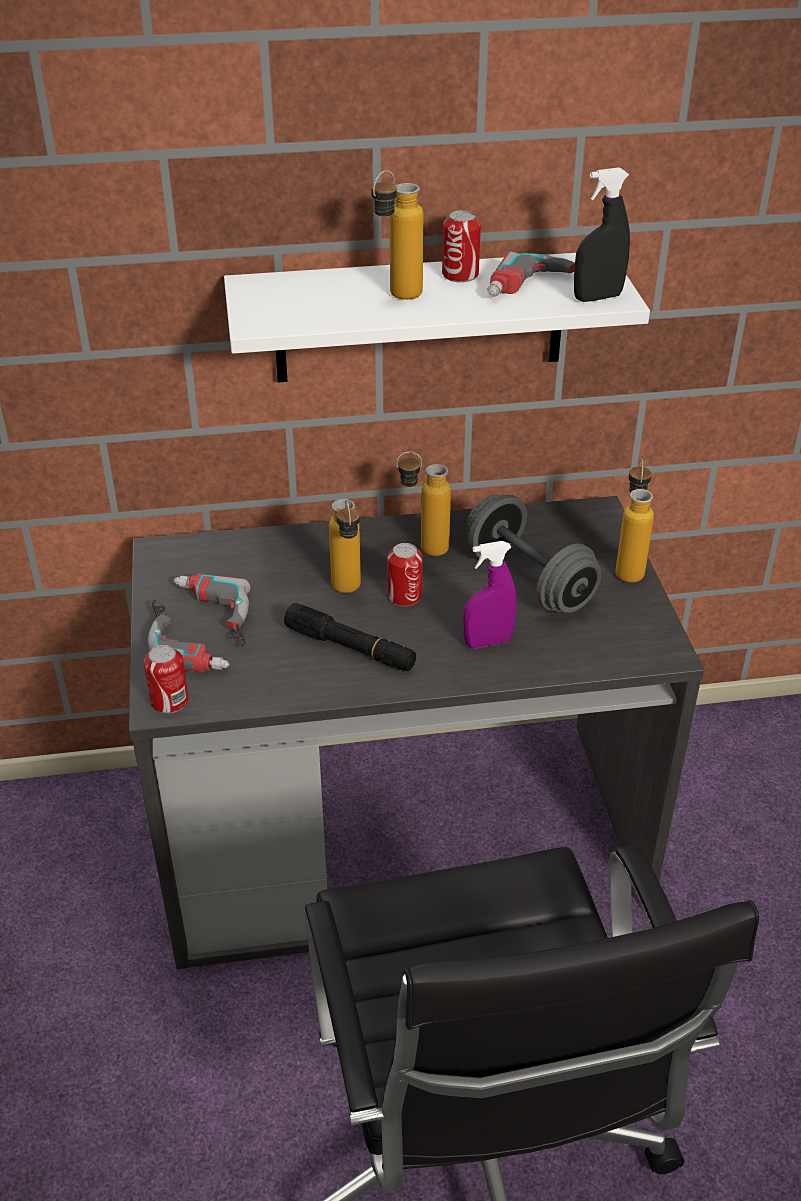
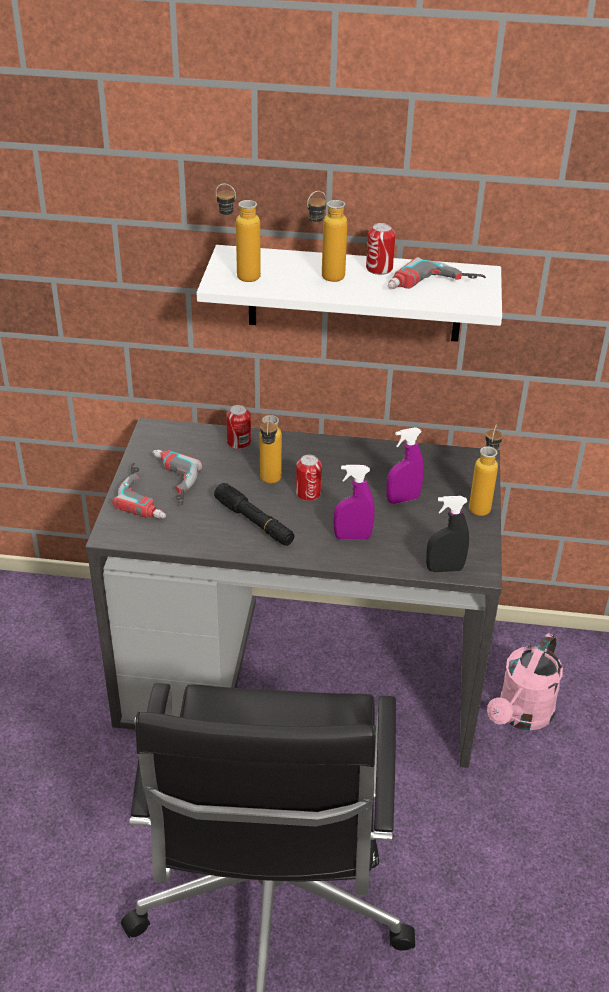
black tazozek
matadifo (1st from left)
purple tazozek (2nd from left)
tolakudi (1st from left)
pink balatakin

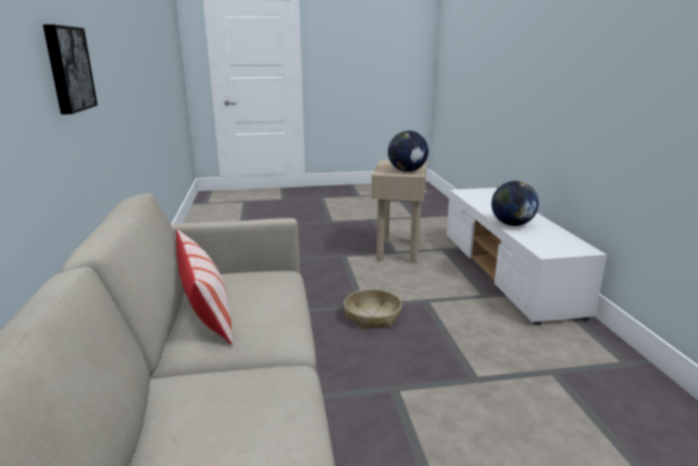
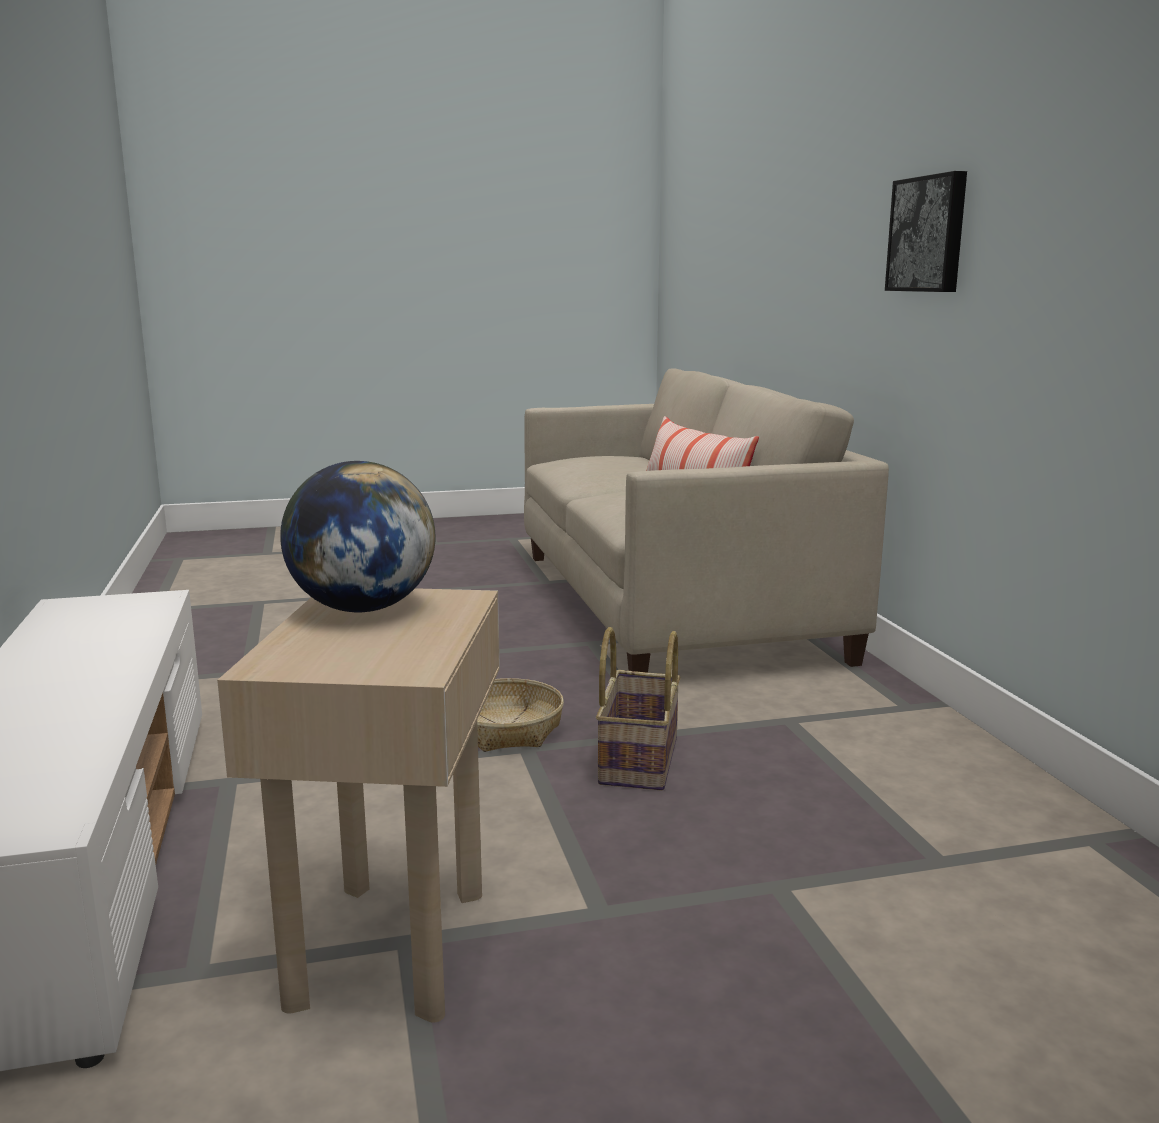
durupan (2nd from left in the first image)
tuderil (2nd from left)

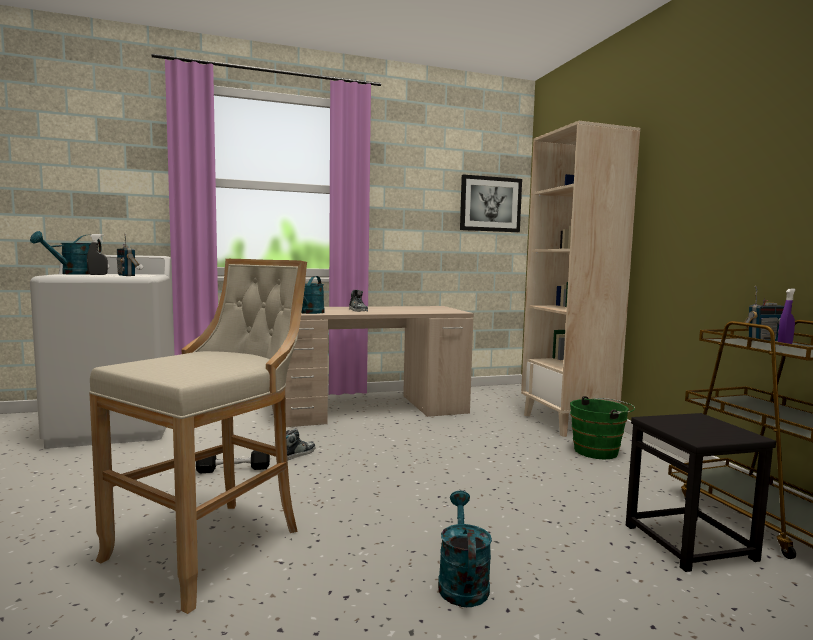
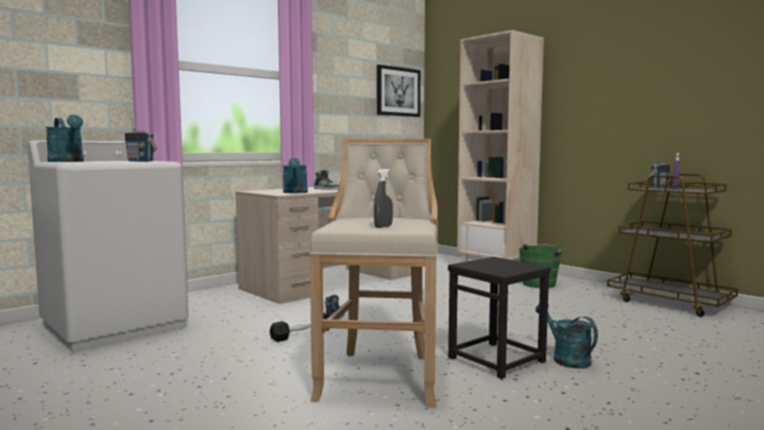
turquoise balatakin (1st from left)
grey tazozek
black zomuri

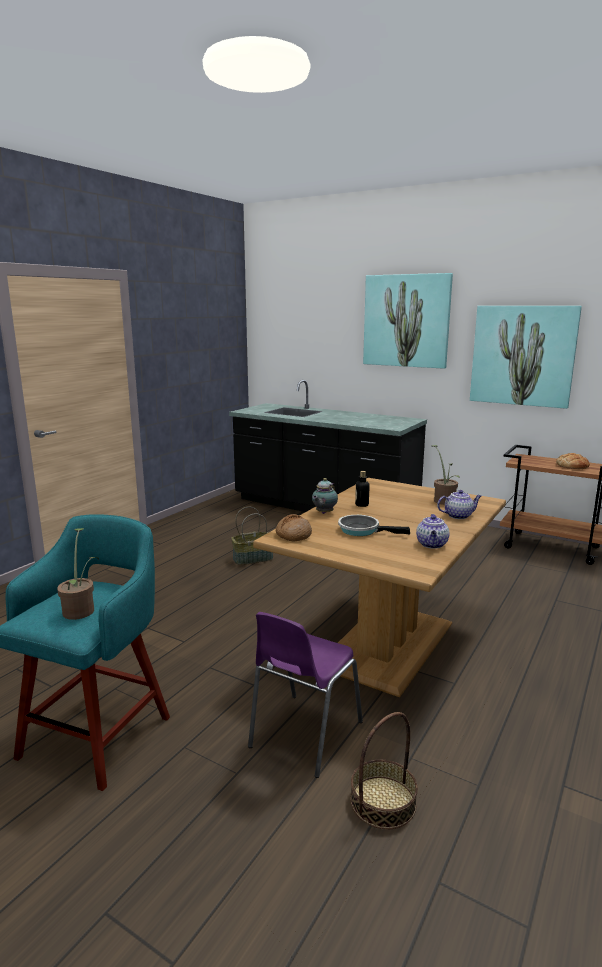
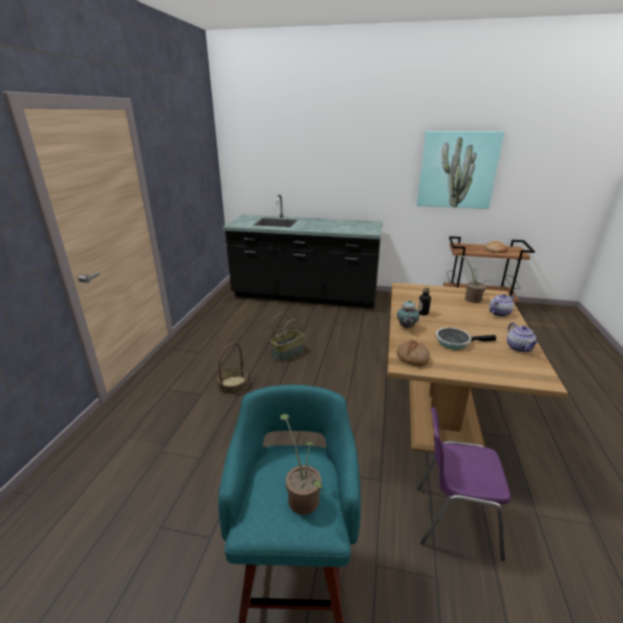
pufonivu (1st from left in the first image)
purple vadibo
tuderil (1st from left)

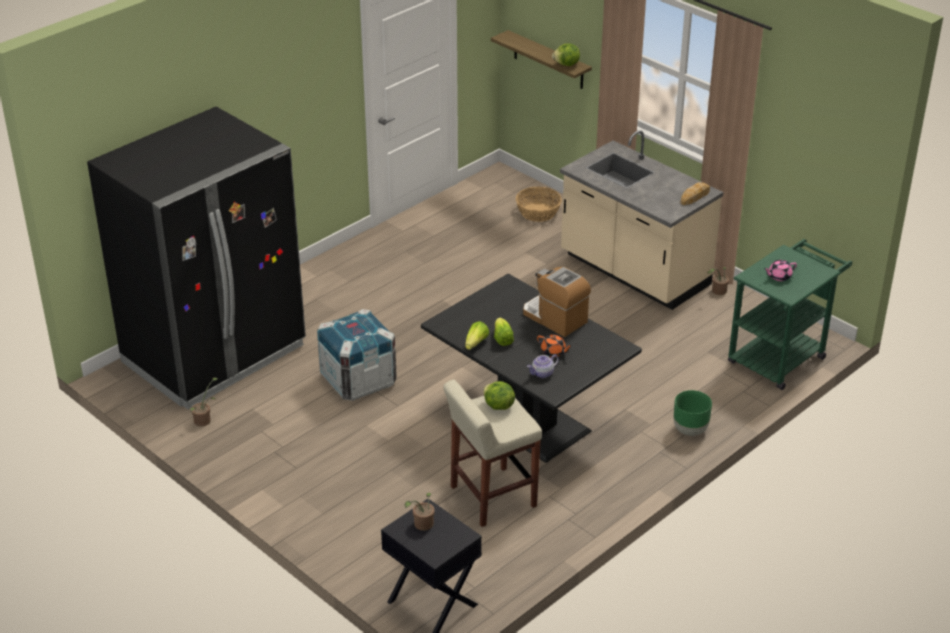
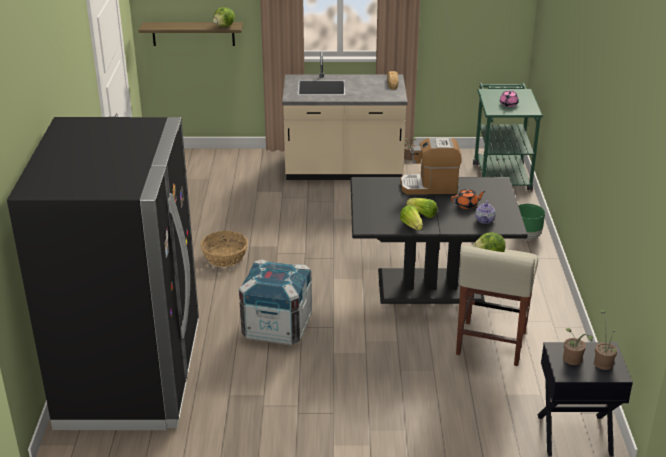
tuderil
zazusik (3rd from left)

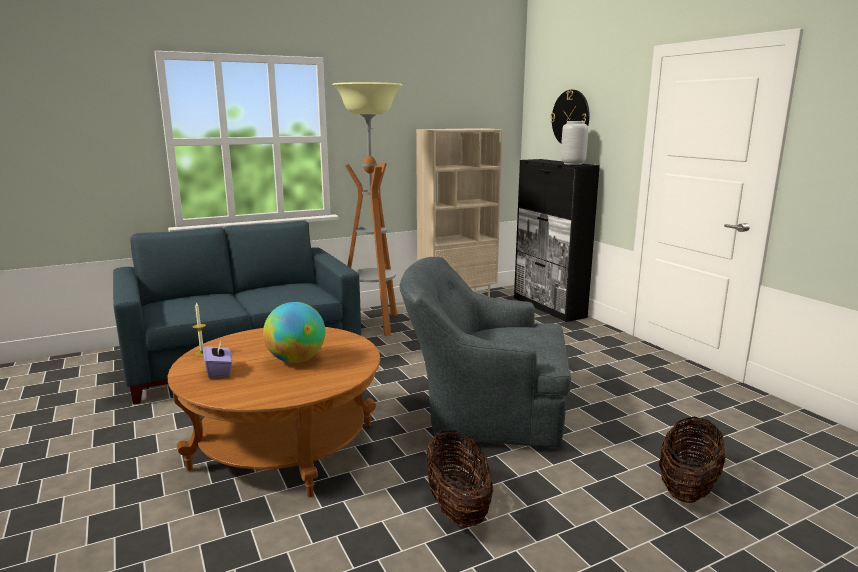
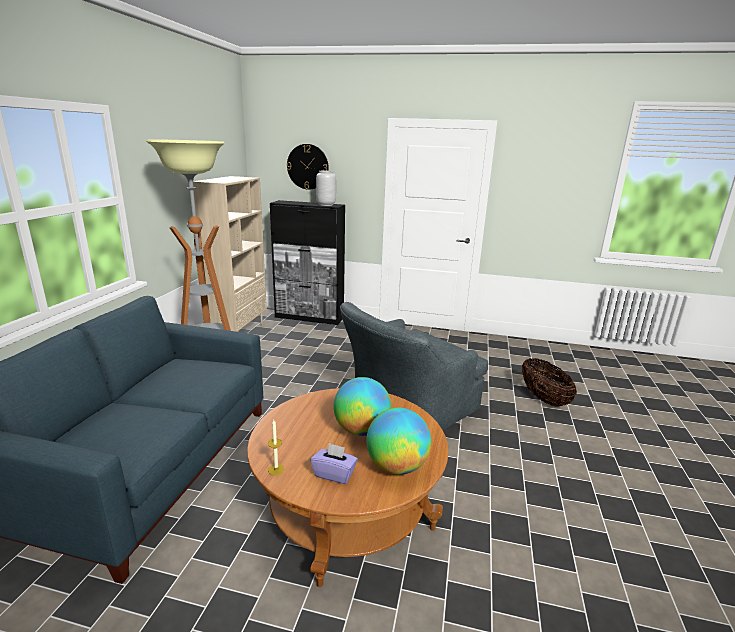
tuderil (1st from left in the first image)
durupan (2nd from left)

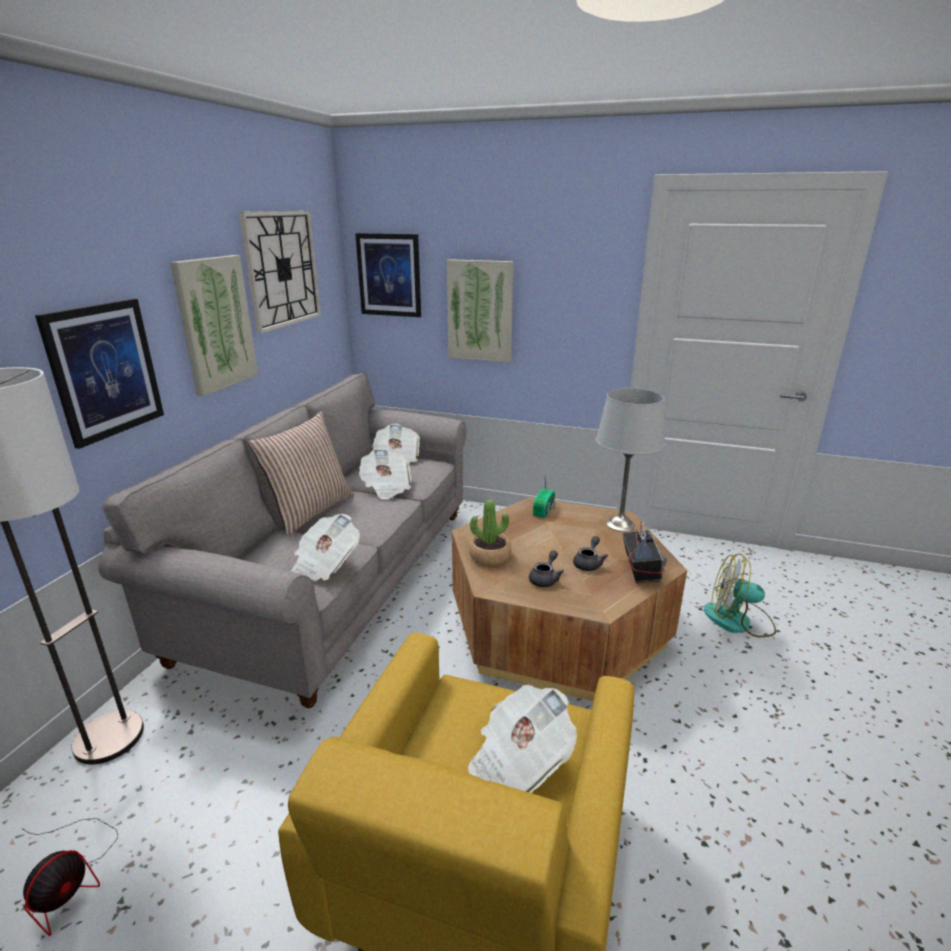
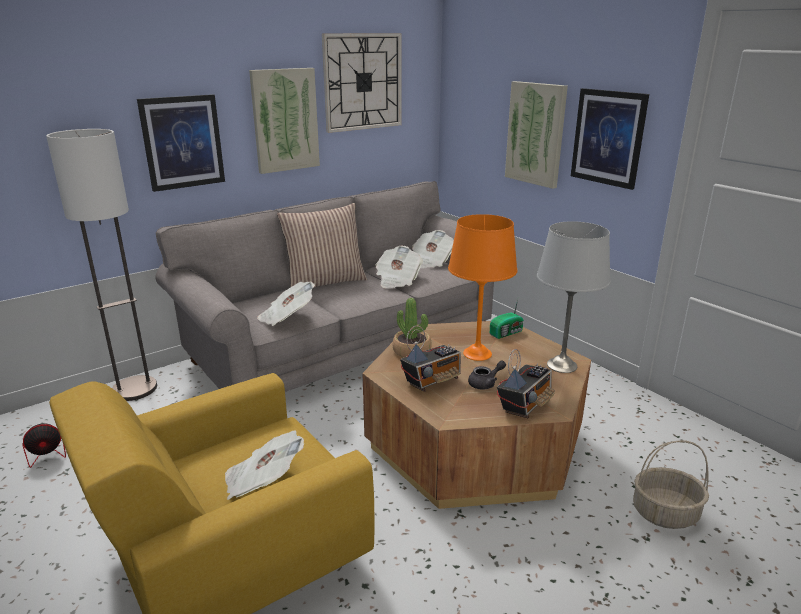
pufonivu (4th from left)
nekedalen (1st from left)
tuderil
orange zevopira

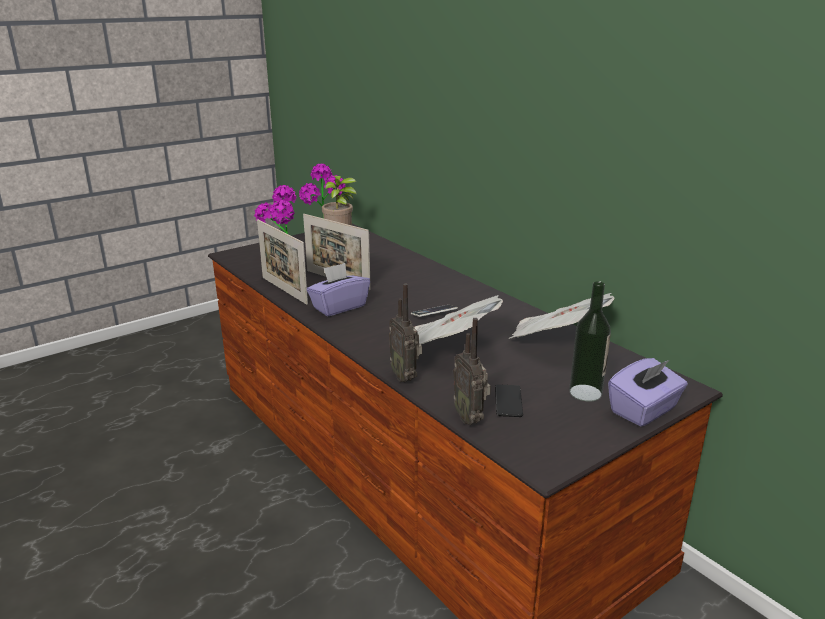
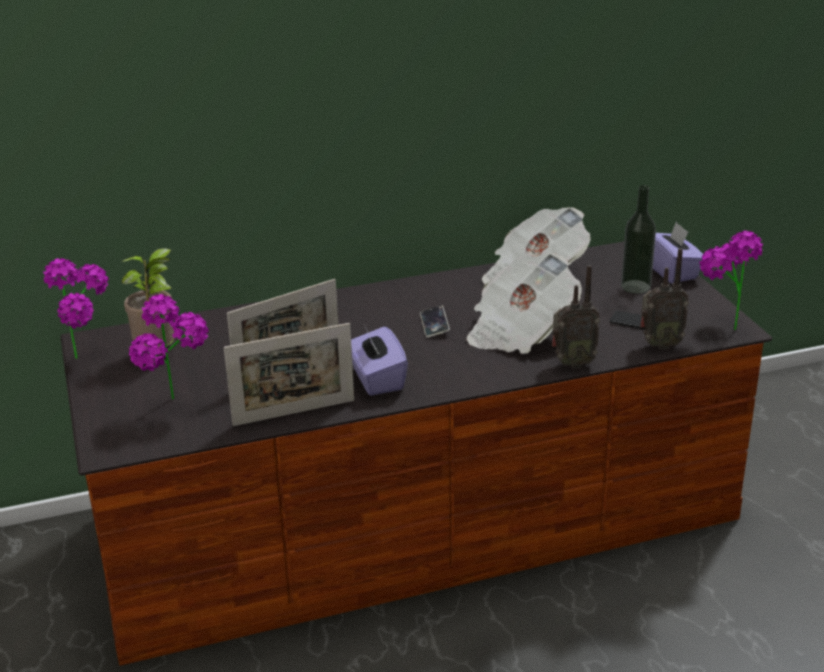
zazusik (4th from left)

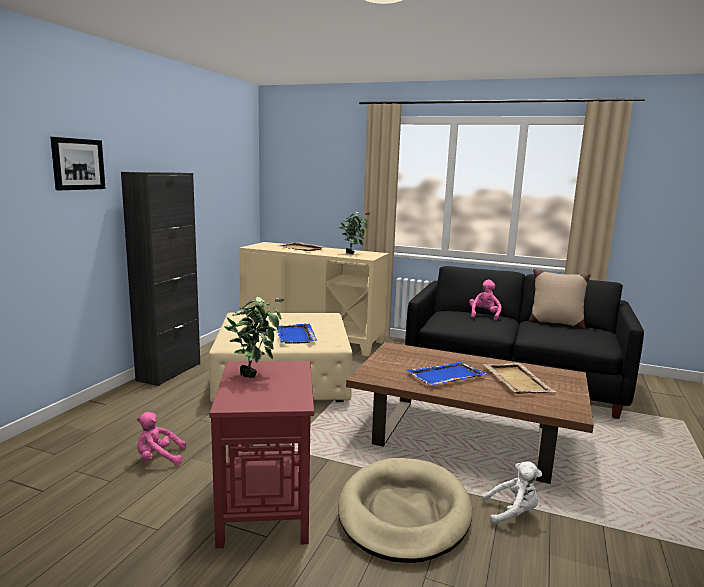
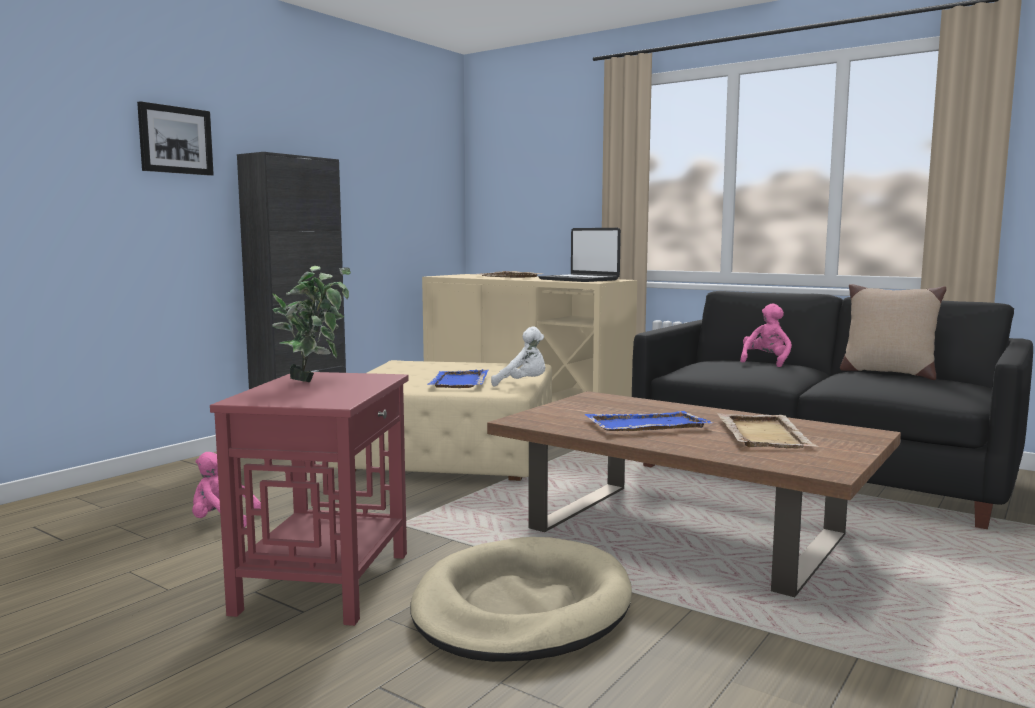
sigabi
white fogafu

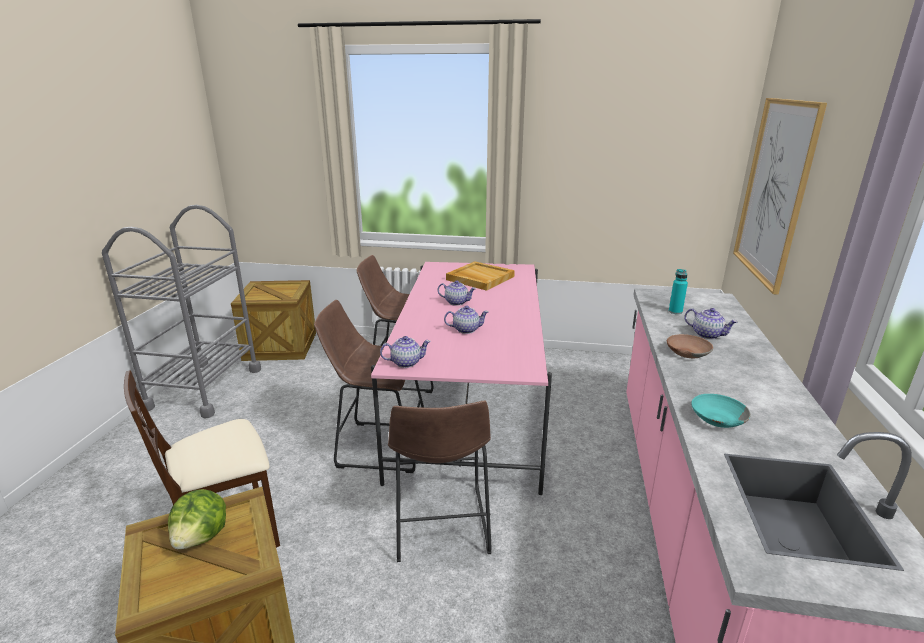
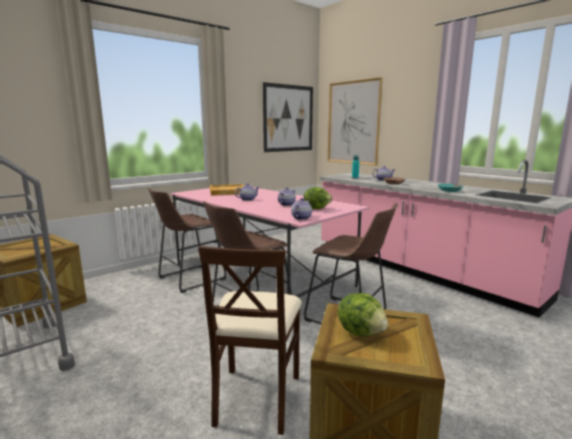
pufonivu (1st from left)
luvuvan (1st from left)

